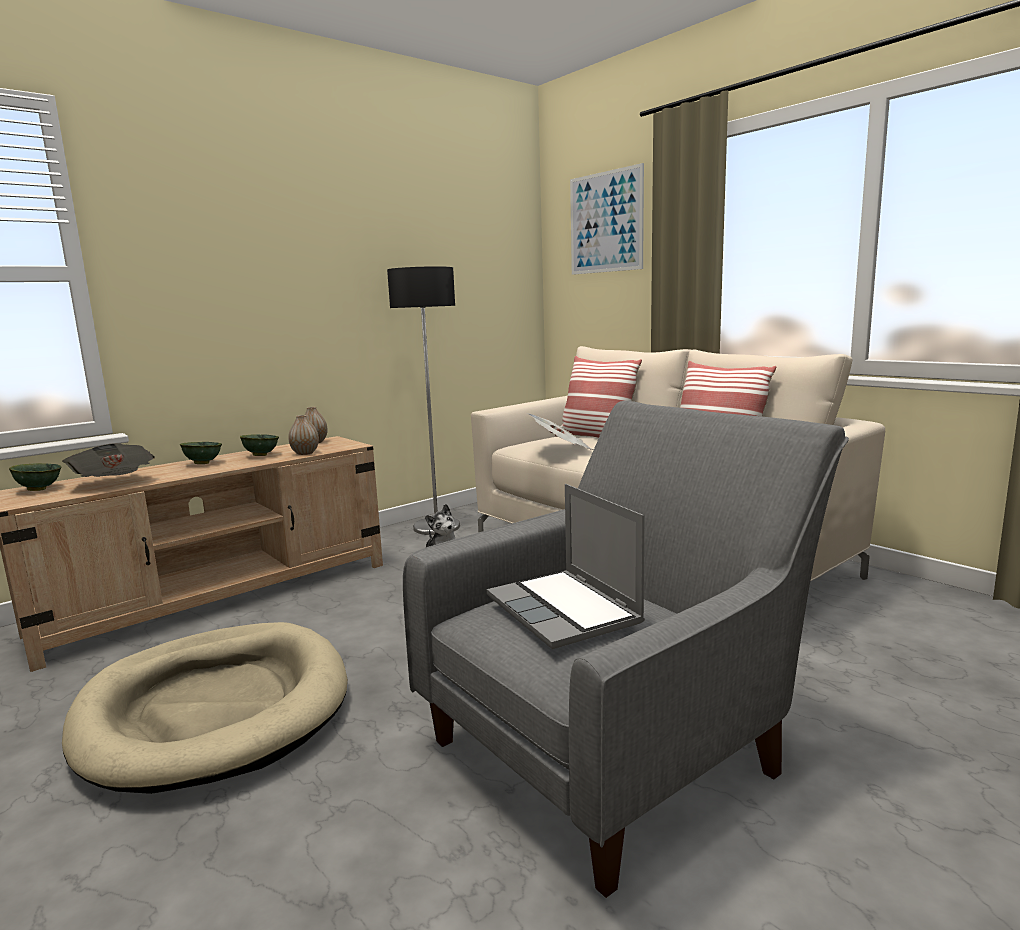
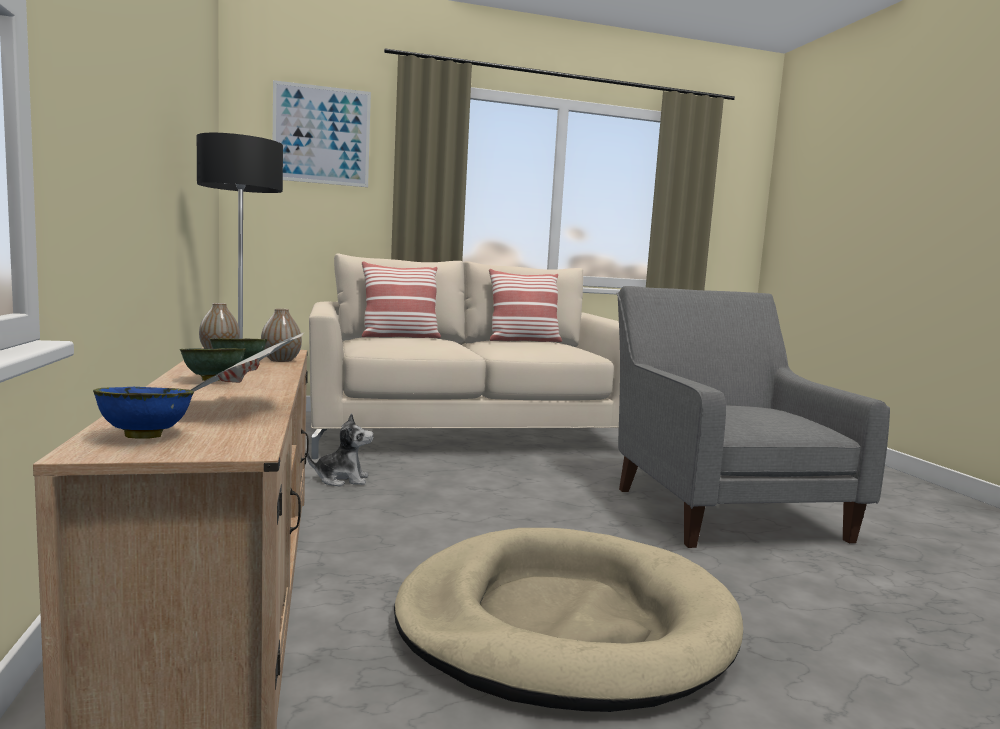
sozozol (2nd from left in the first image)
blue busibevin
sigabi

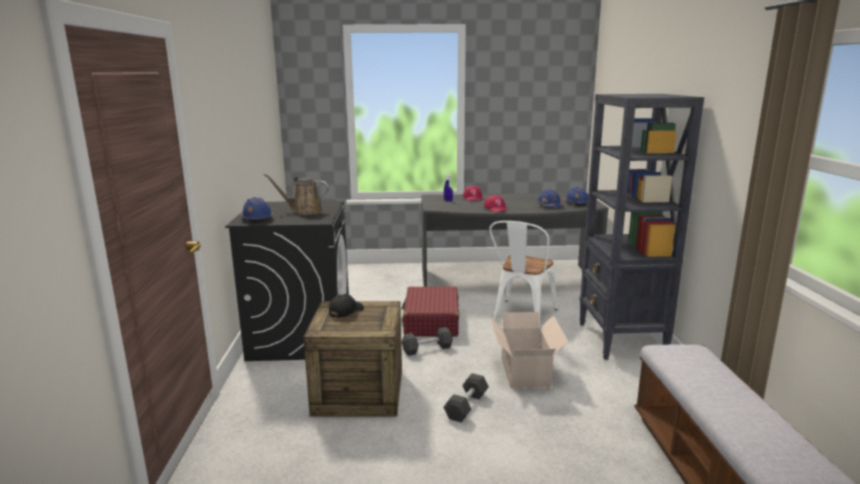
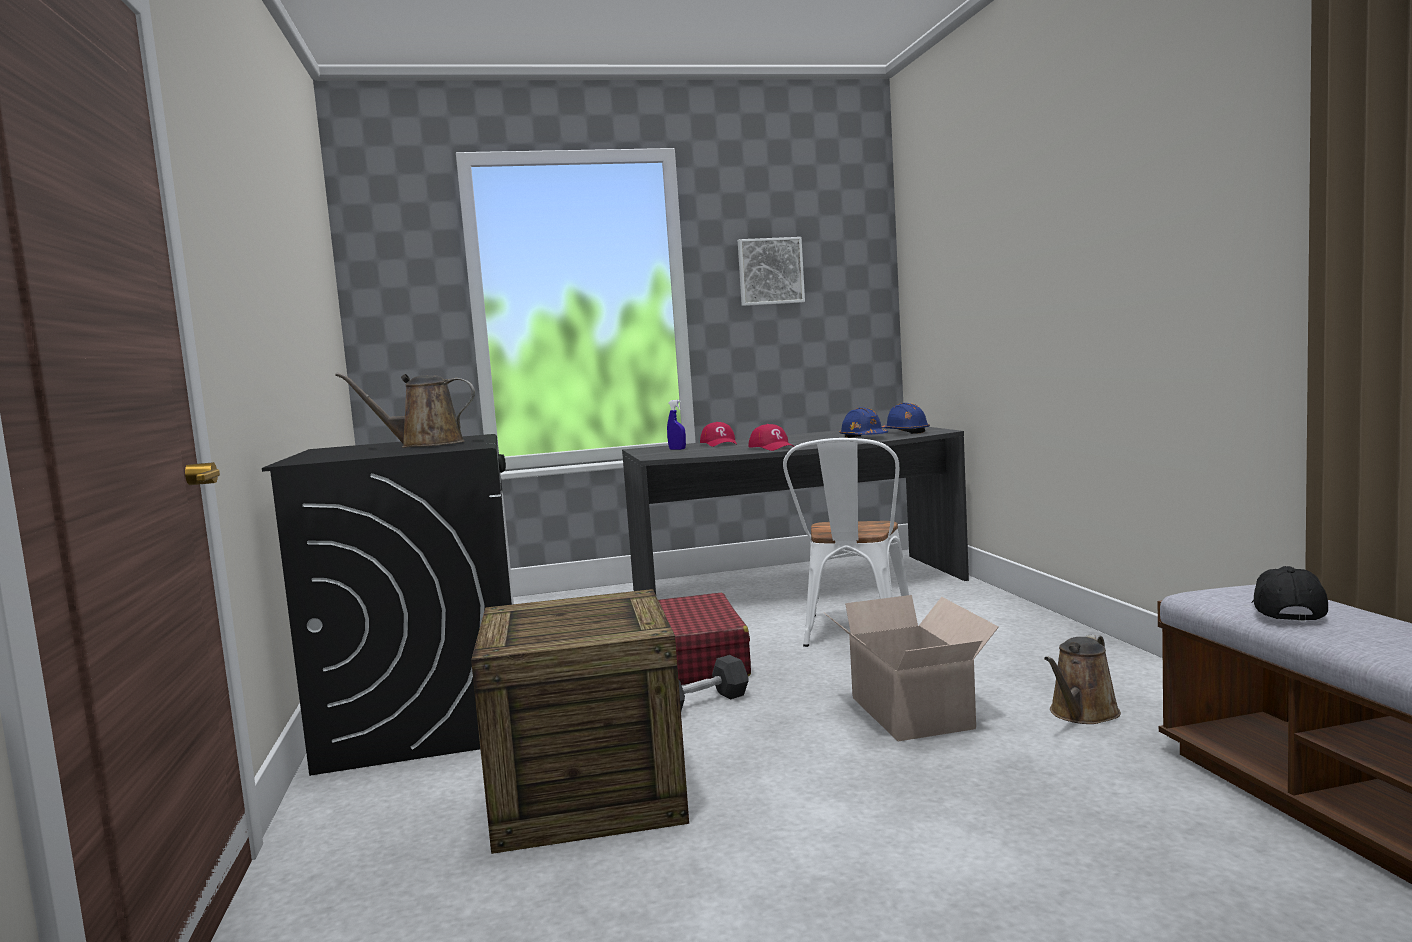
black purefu
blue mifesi (1st from left in the first image)
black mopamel
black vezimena (2nd from left in the first image)
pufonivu
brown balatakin (2nd from left)

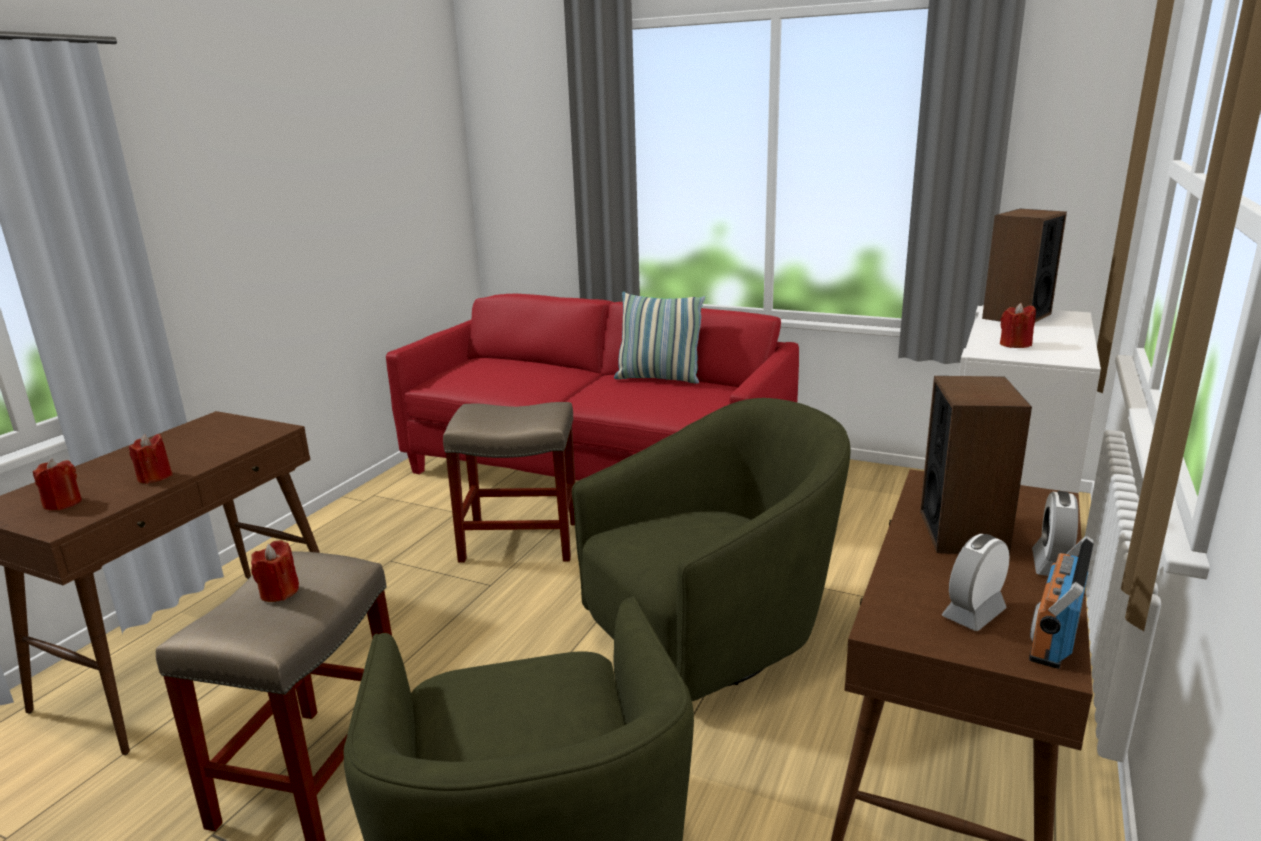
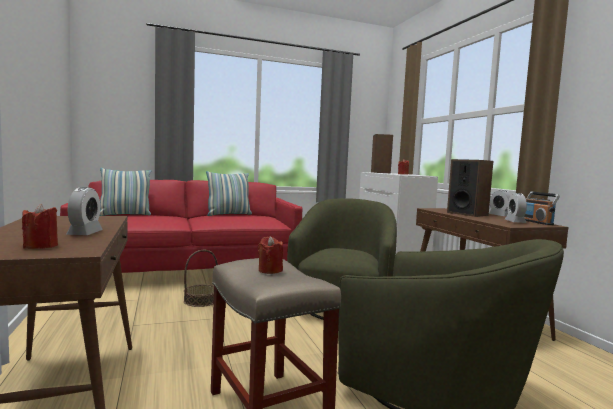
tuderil
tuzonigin (1st from left)
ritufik (1st from left)

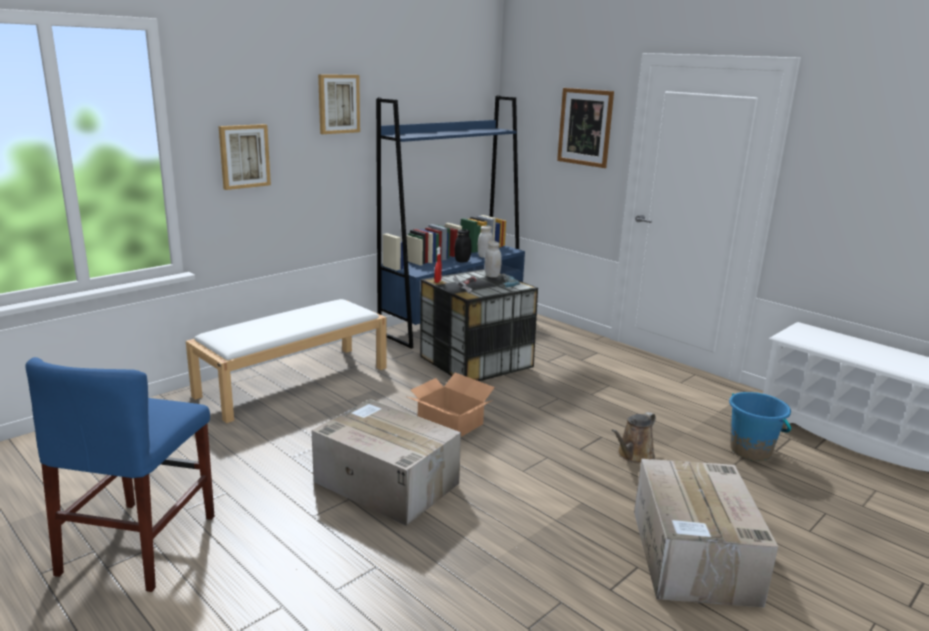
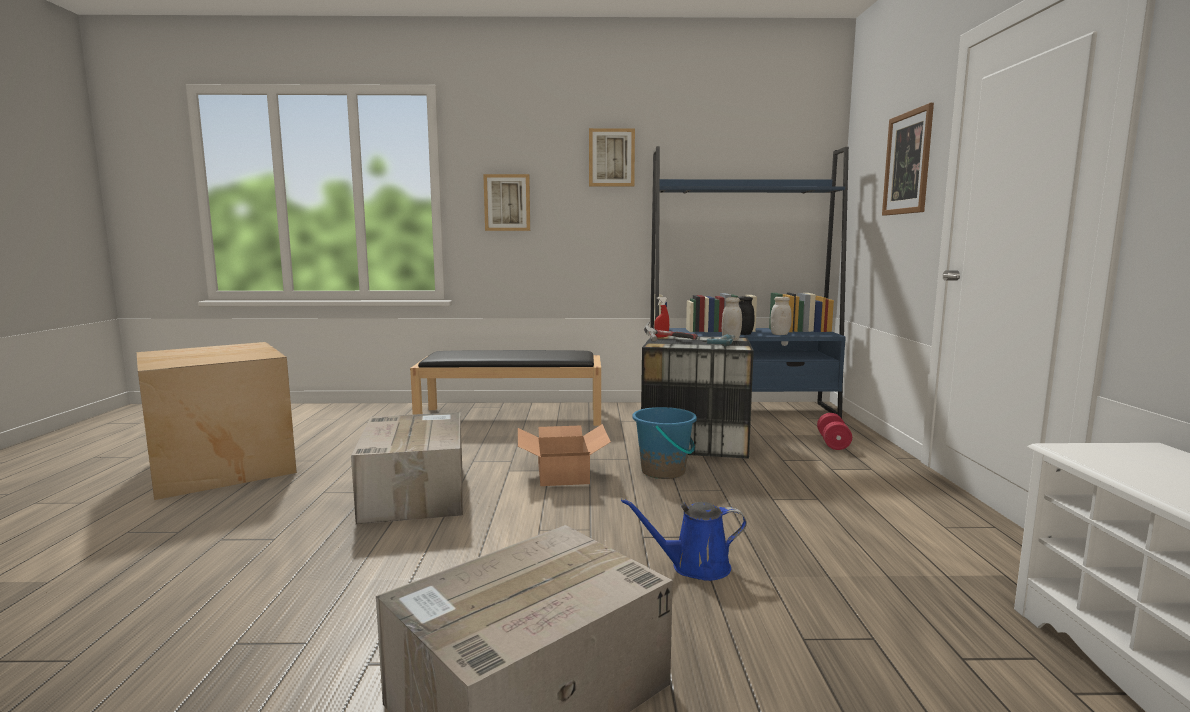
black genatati
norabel (1st from left)
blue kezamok
blue balatakin
red vezimena

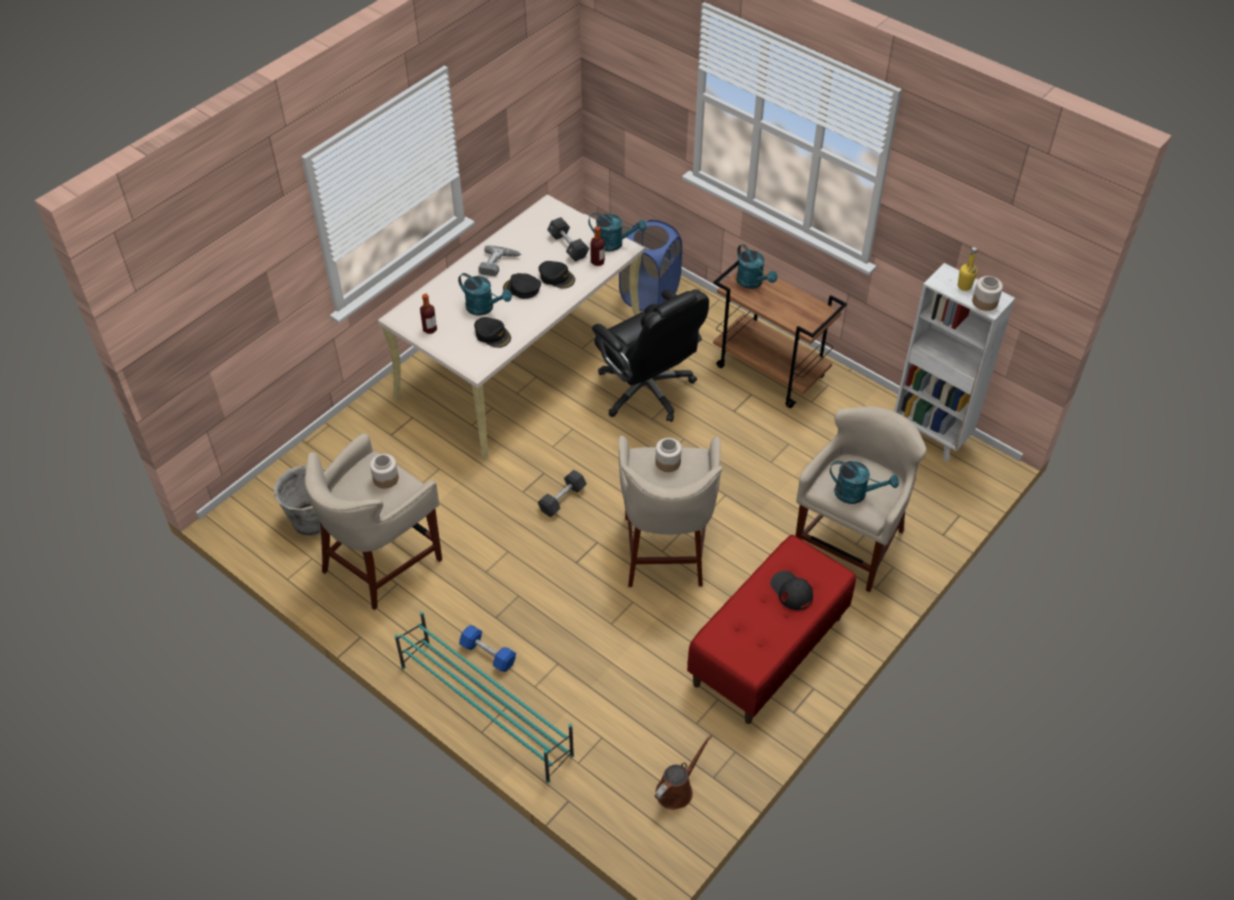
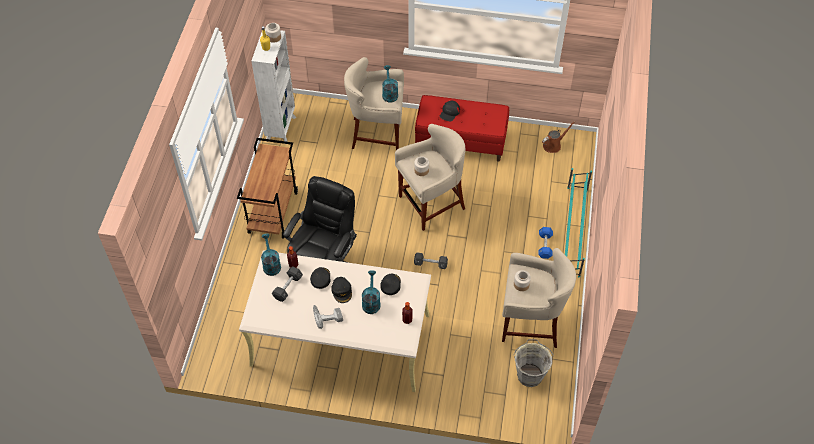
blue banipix
turquoise balatakin (3rd from left in the first image)
brown balatakin

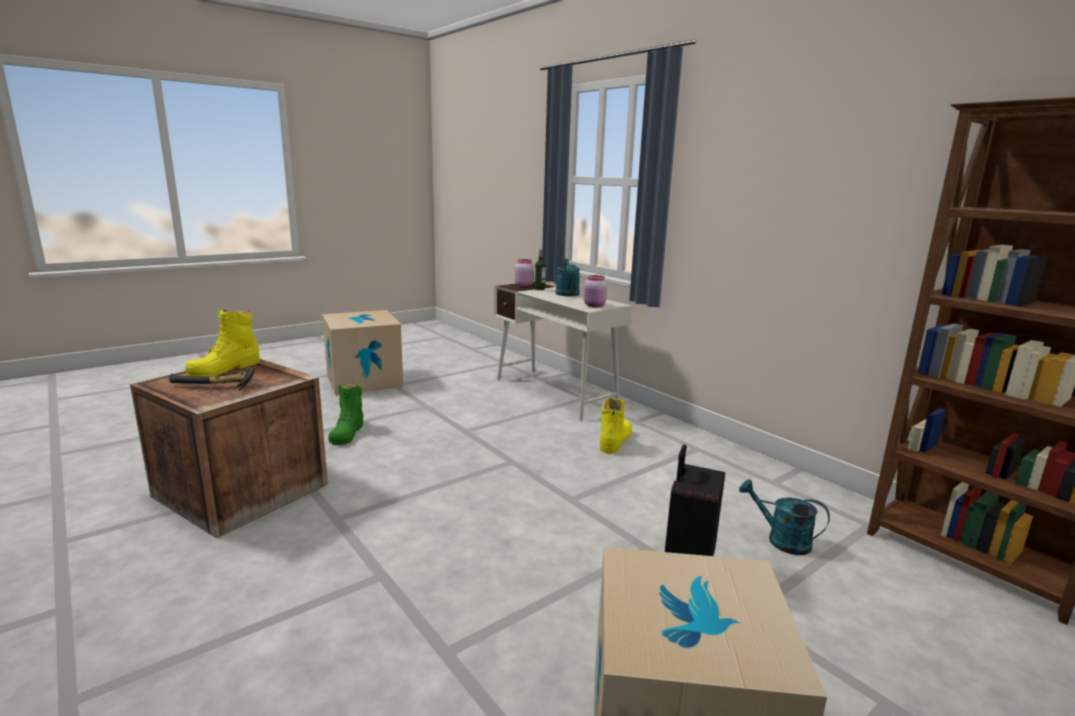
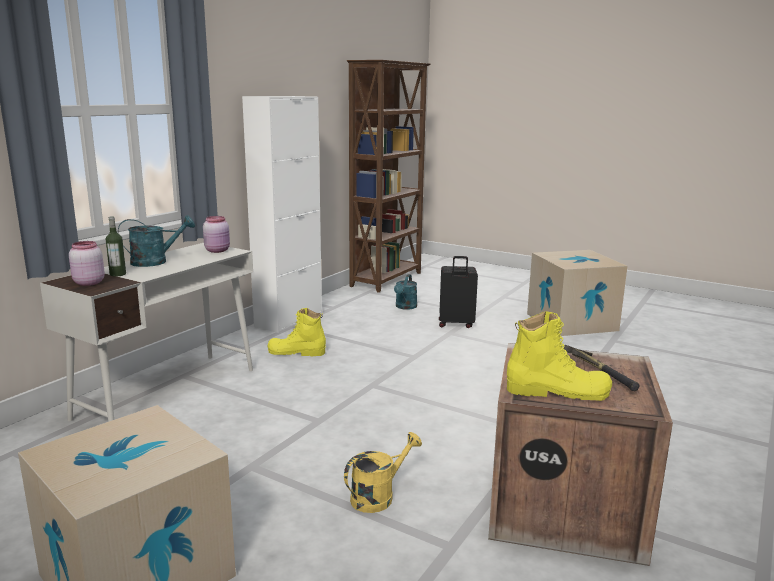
yellow balatakin
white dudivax

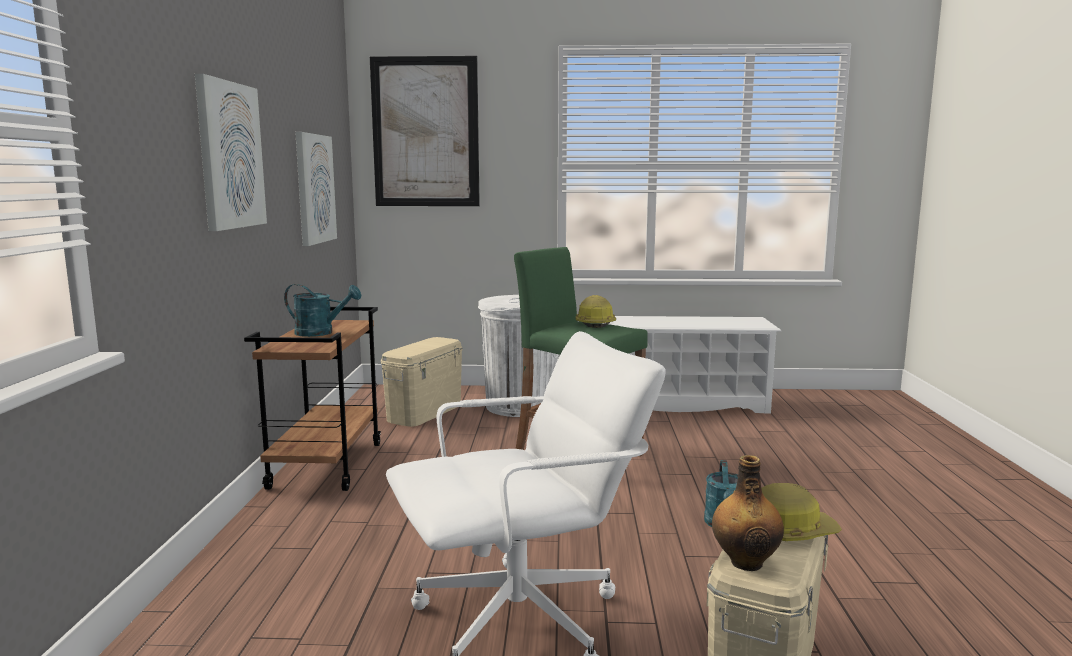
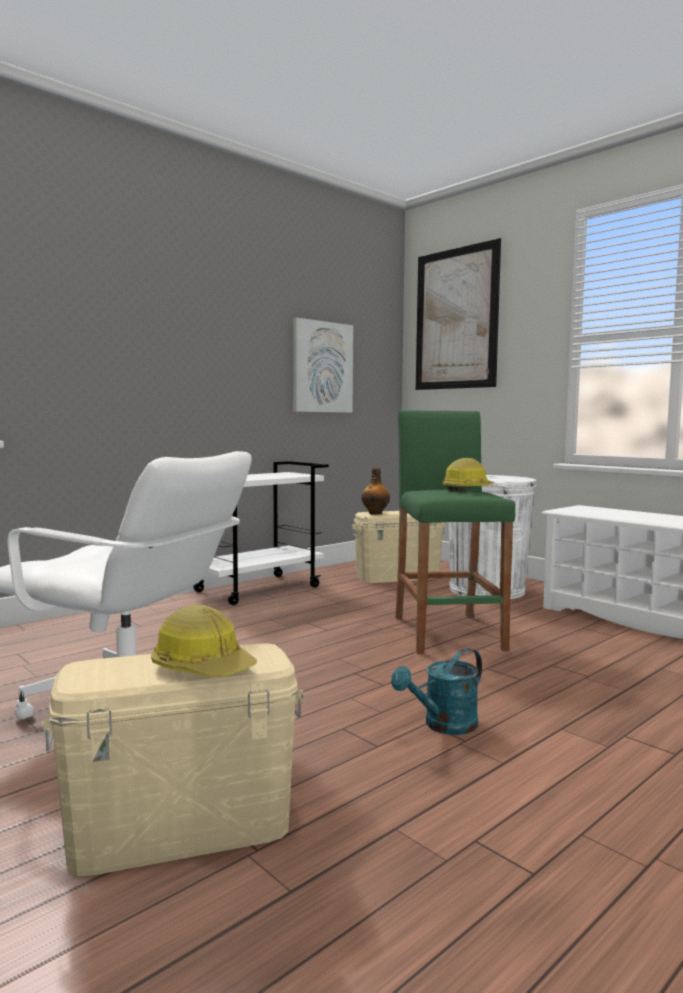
pufonivu (1st from left in the first image)
turquoise balatakin (1st from left in the first image)
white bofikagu
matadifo

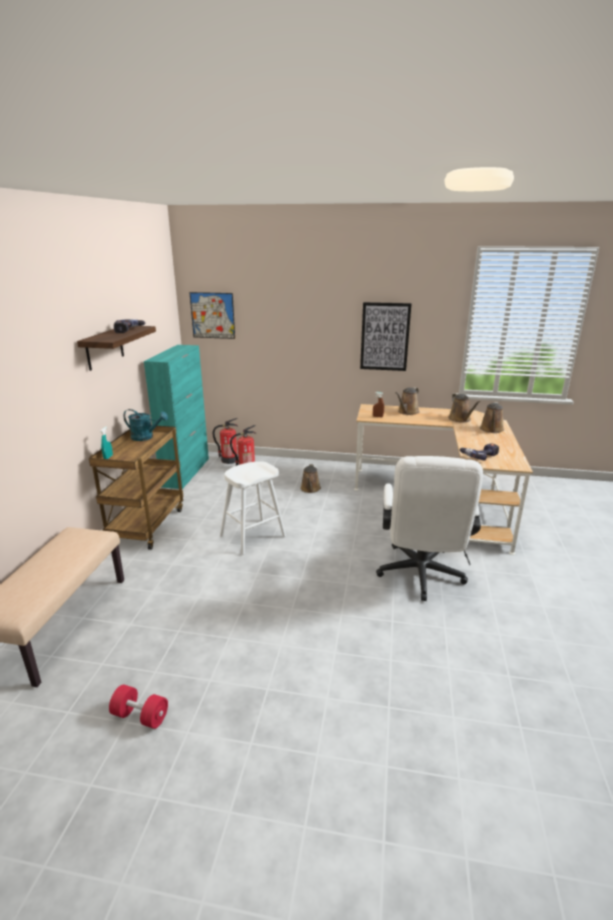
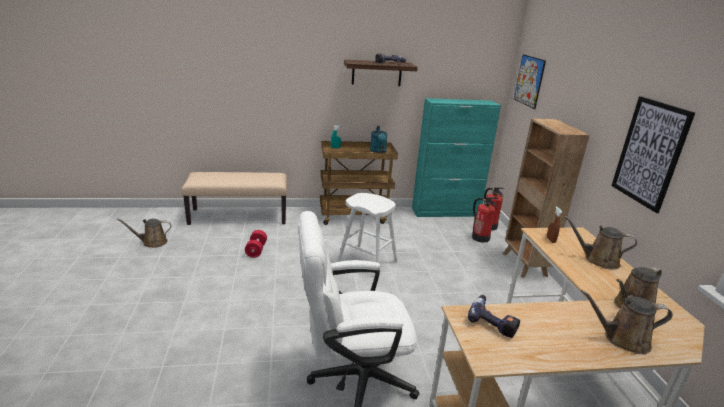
brown balatakin (1st from left)
red vezimena
brown purefu

